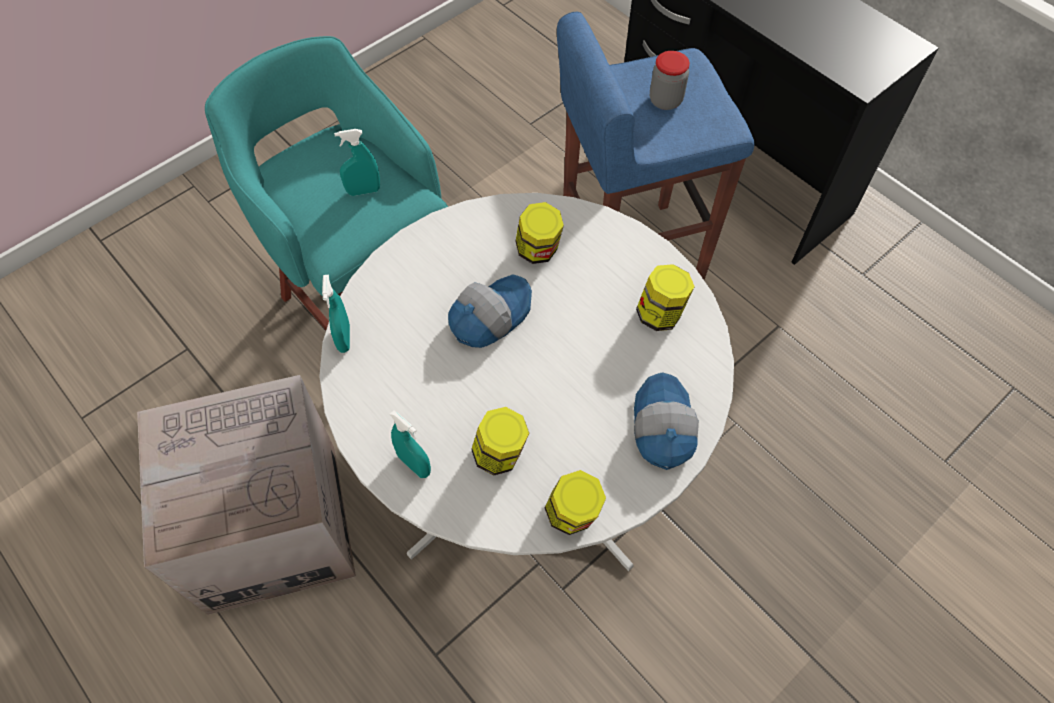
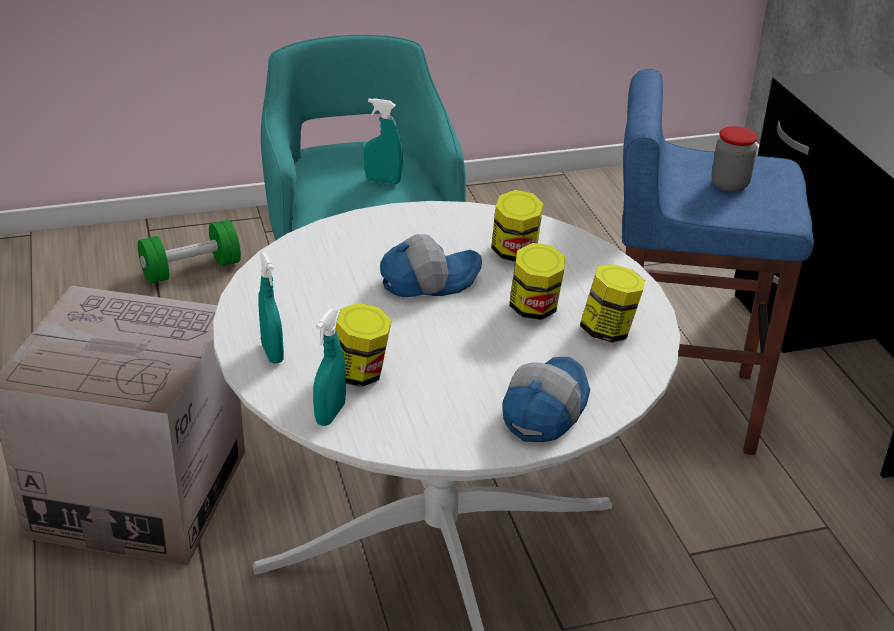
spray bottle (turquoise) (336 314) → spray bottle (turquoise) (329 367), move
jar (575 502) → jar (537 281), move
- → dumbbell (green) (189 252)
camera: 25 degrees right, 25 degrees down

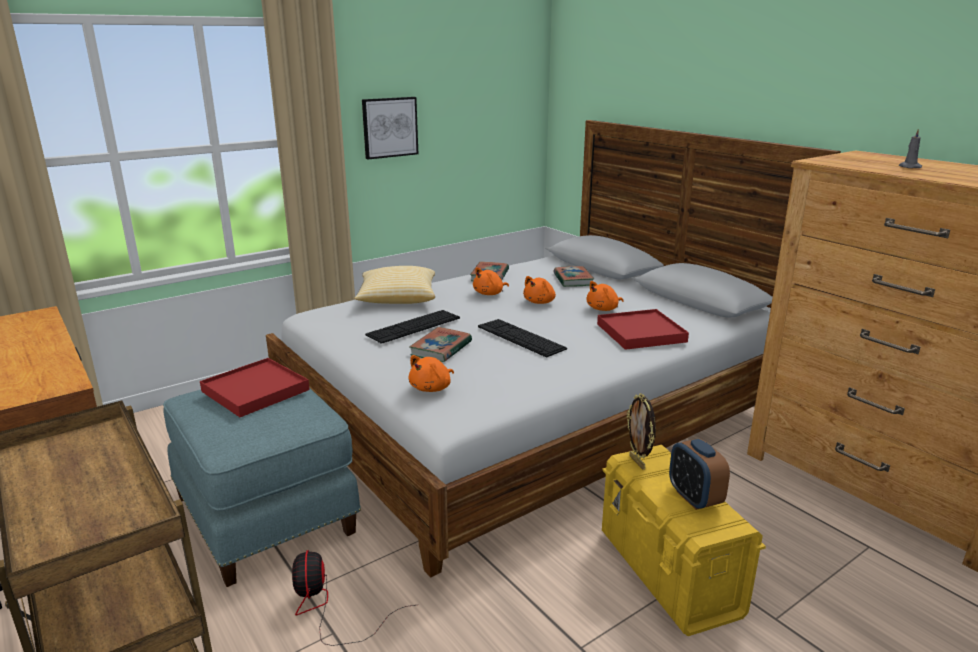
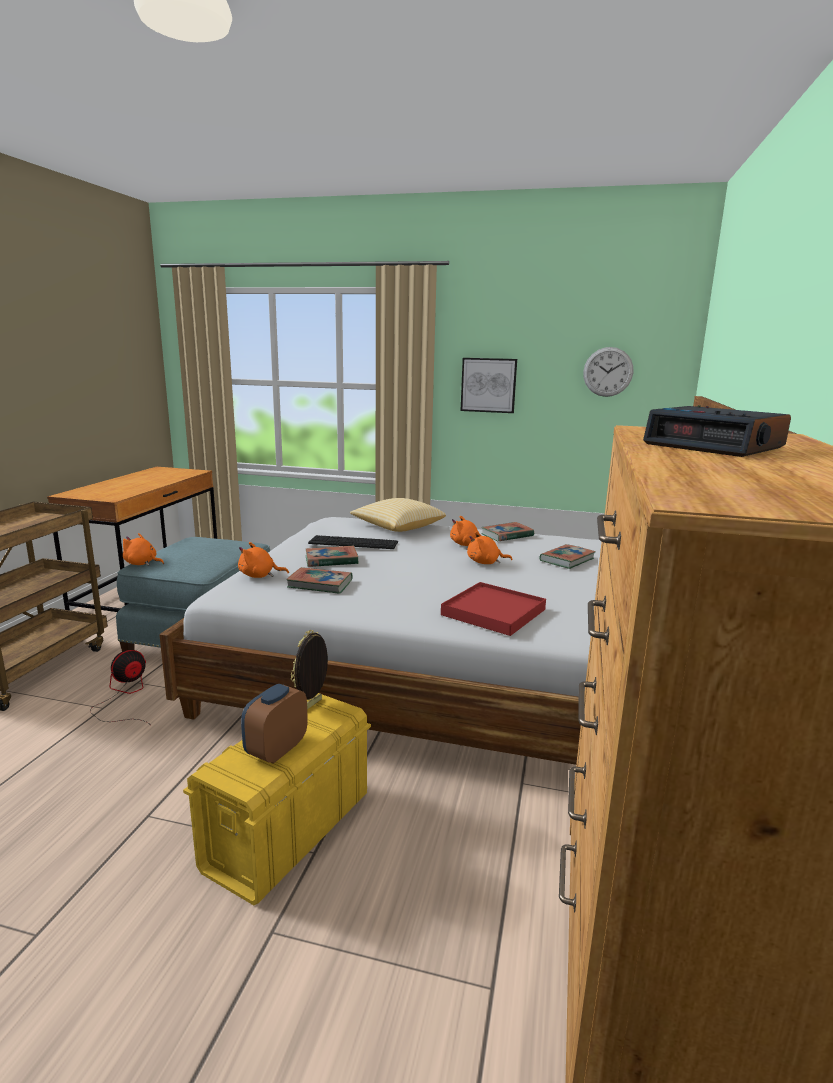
candle (grey) (910 148) → alarm clock (717 431)
plush toy (orange) (605 296) → plush toy (orange) (143 549), move
keyboard (522 338) → -
tray (red) (255 387) → -
- → wall clock (608 372)
- → book (319 580)
camera: 50 degrees right, 5 degrees down

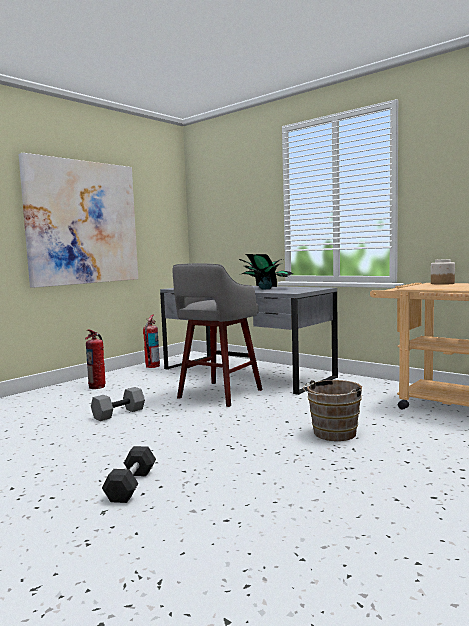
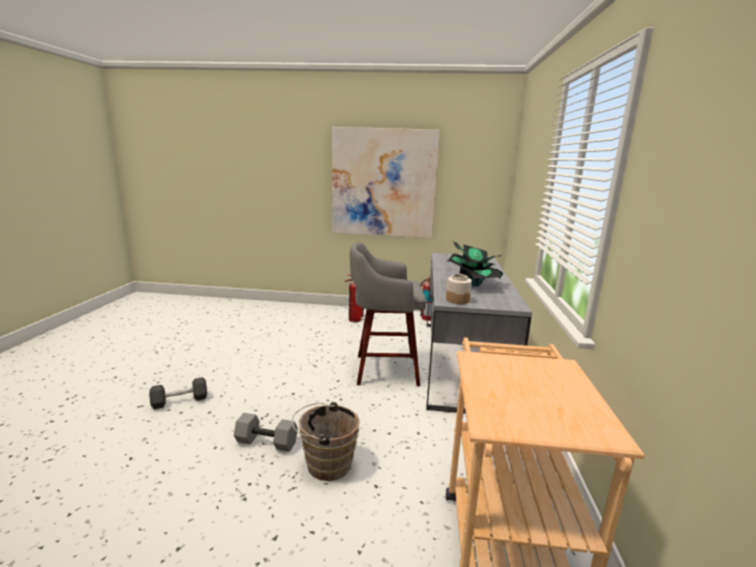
jar (443 272) → jar (459 289), move
dumbbell (grey) (118 404) → dumbbell (grey) (266 432), move
camera: 55 degrees right, 10 degrees up

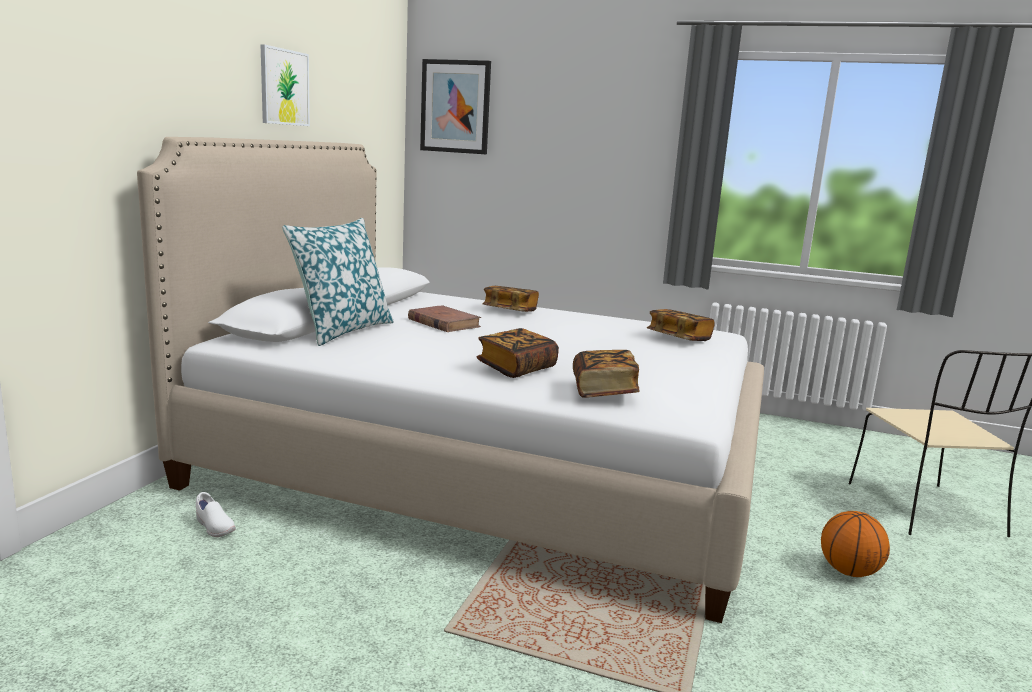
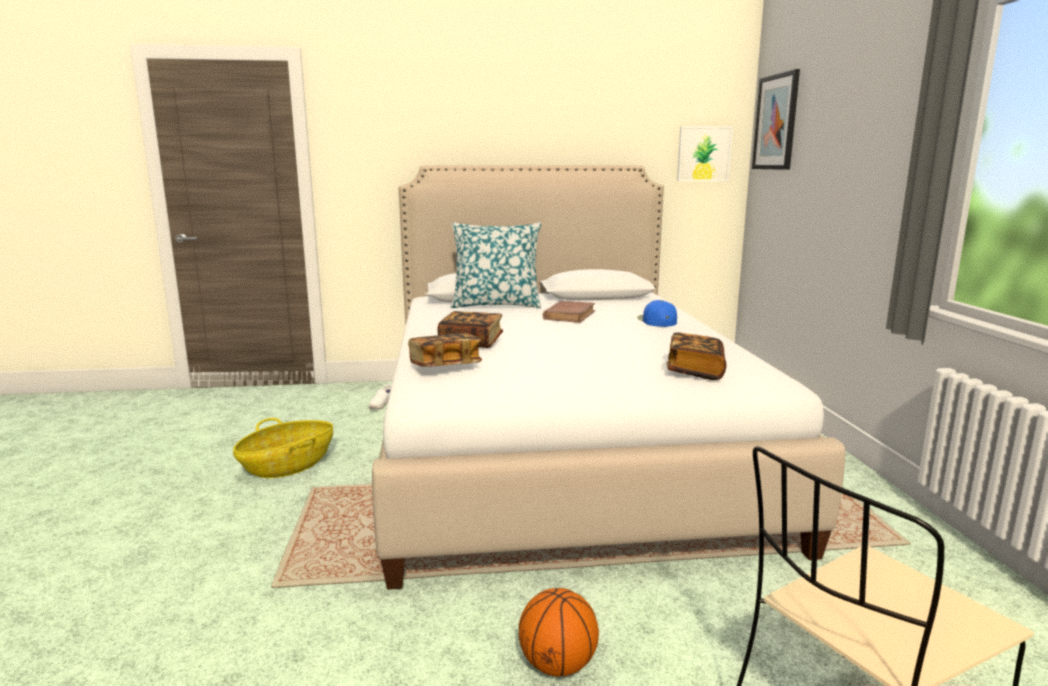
picture (285 85) → picture (705 153), move
book (510 299) → cap (blue) (657 313)
- → basket (283 448)
camera: 65 degrees right, 0 degrees up

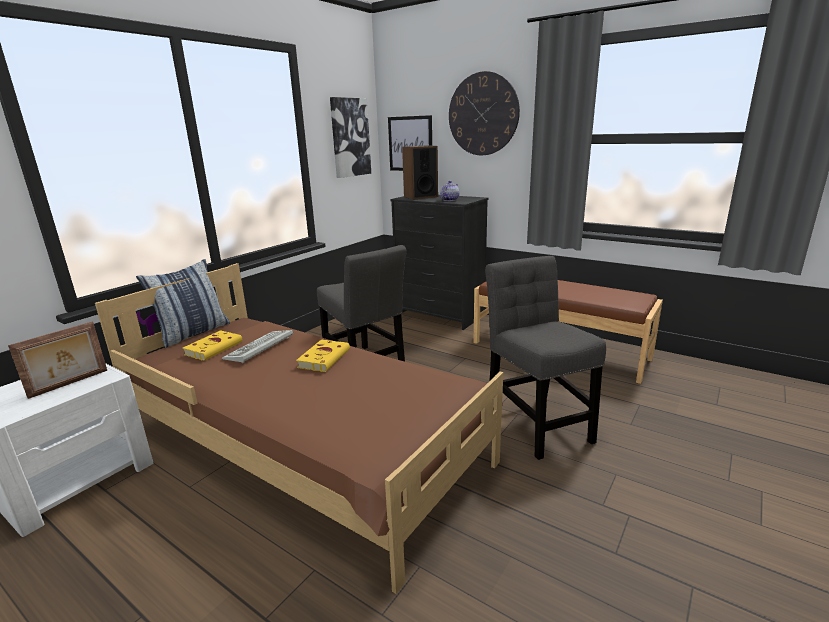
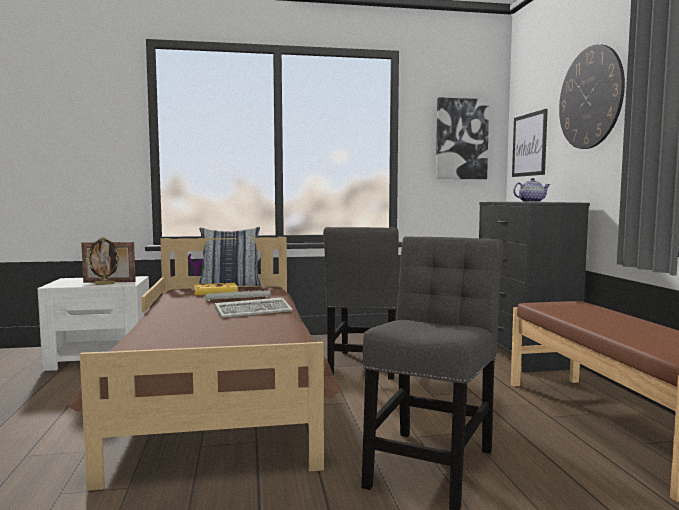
speaker (420 172) → -
book (yellow) (323 355) → keyboard (254 307)
- → picture frame (103 261)
camera: 45 degrees right, 15 degrees down

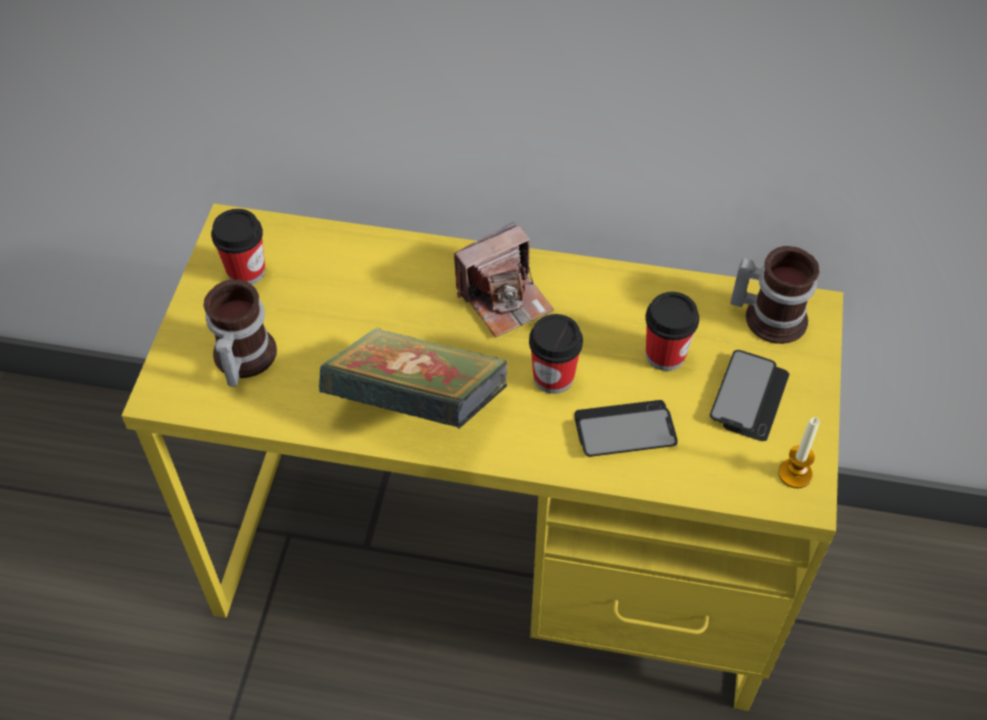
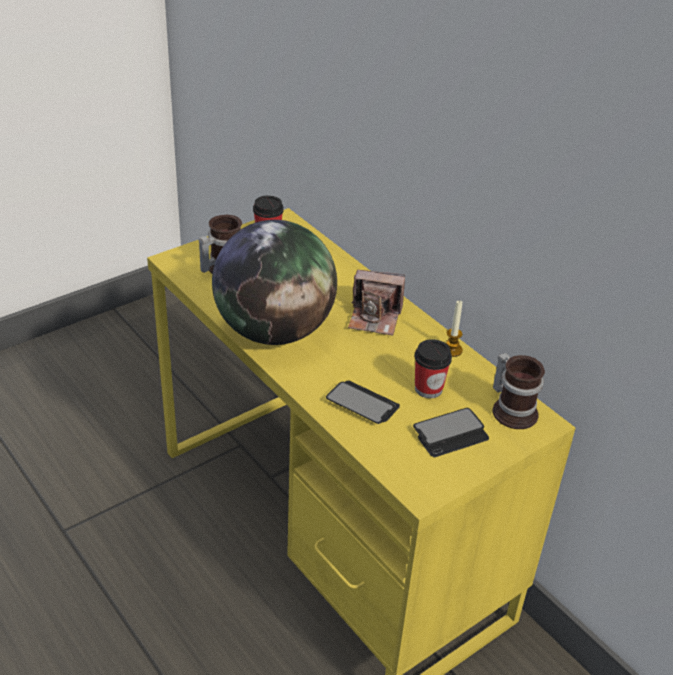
cup (556 354) → -
book (413 378) → globe (274 282)
candle (799 452) → candle (454 328), move
camera: 40 degrees right, 15 degrees down

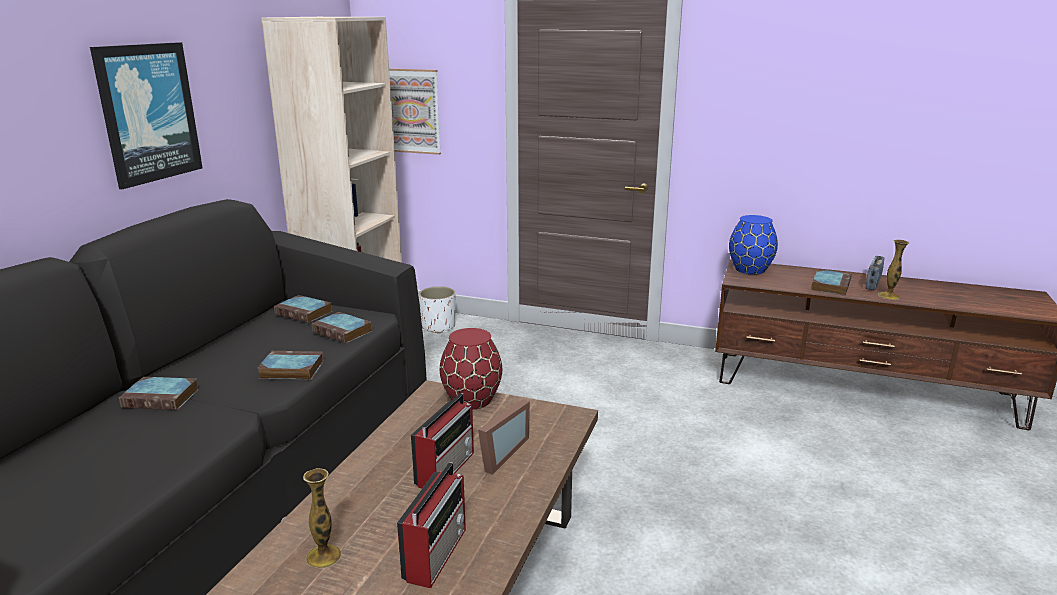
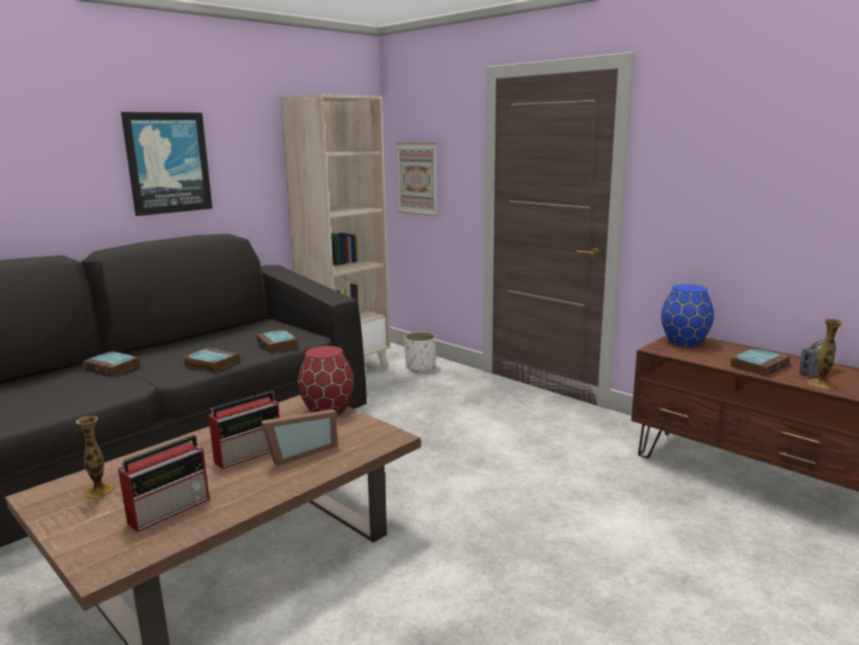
book (303 309) → -
camera: 25 degrees right, 5 degrees down

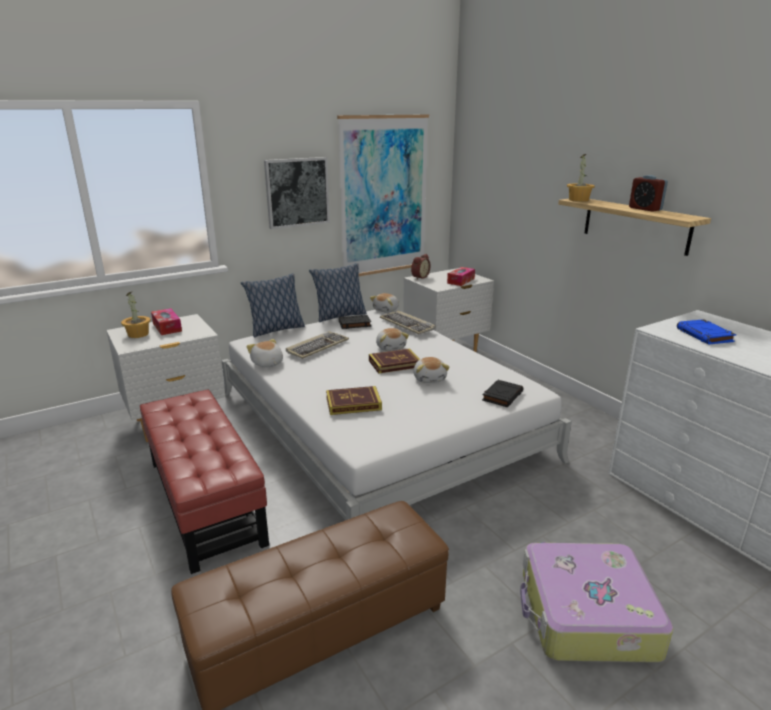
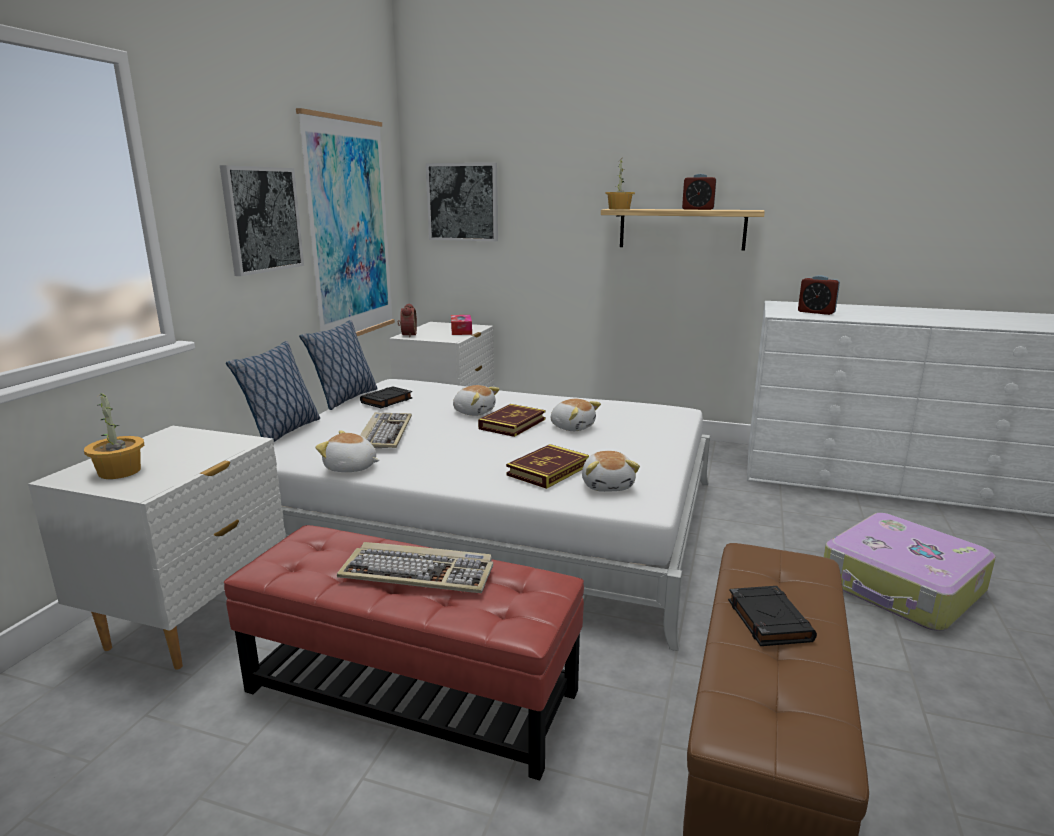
plush toy (384 303) → plush toy (611 471), move
tissue box (166 321) → -
keyboard (408 322) → keyboard (415 567), move
book (blue) (707 332) → alarm clock (819 295)
book (black) (502 393) → book (black) (772 616), move
- → picture (462 202)
camera: 40 degrees left, 5 degrees down

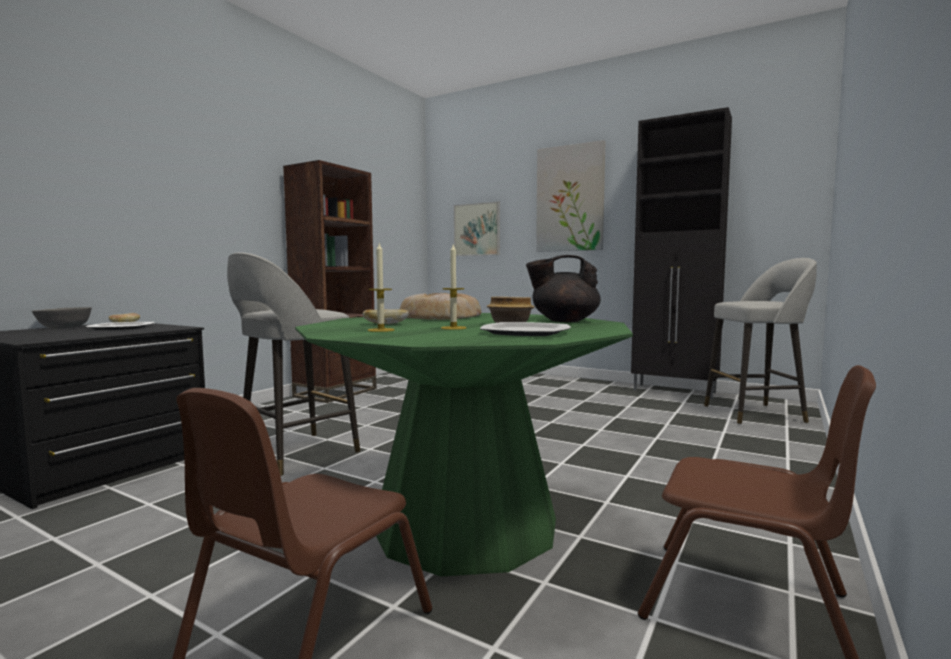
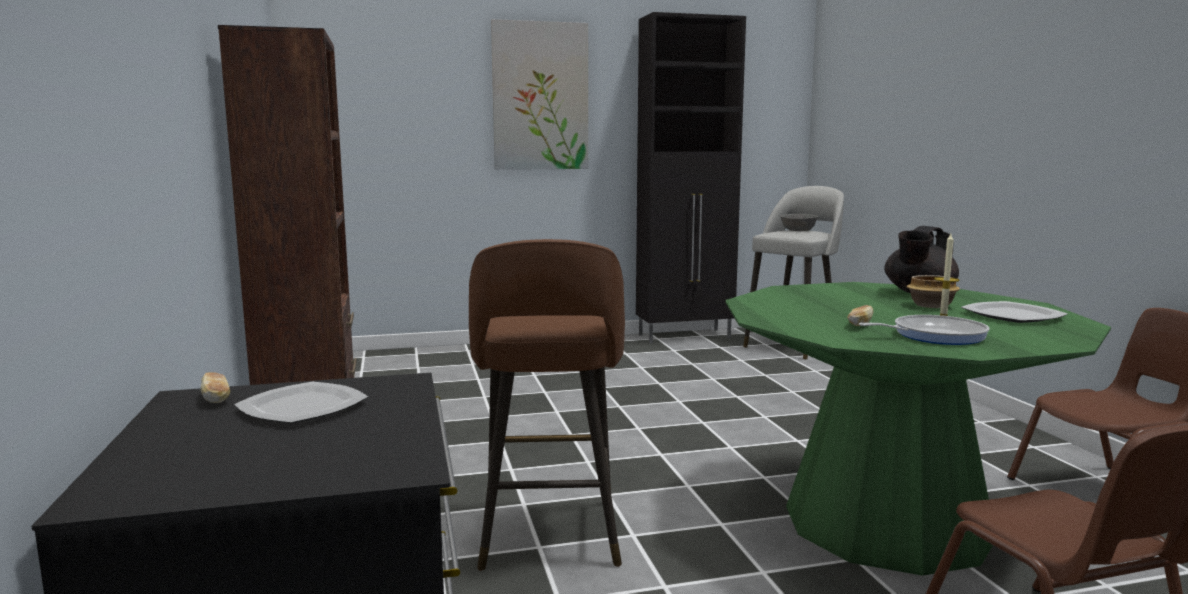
picture (477 228) → -
candle (381 287) → frying pan (924 330)
stool (grey) (293 364) → stool (brown) (547 405)
bread (440 306) → -
bowl (grey) (62 318) → bowl (grey) (799 222), move
camera: 45 degrees left, 5 degrees up

